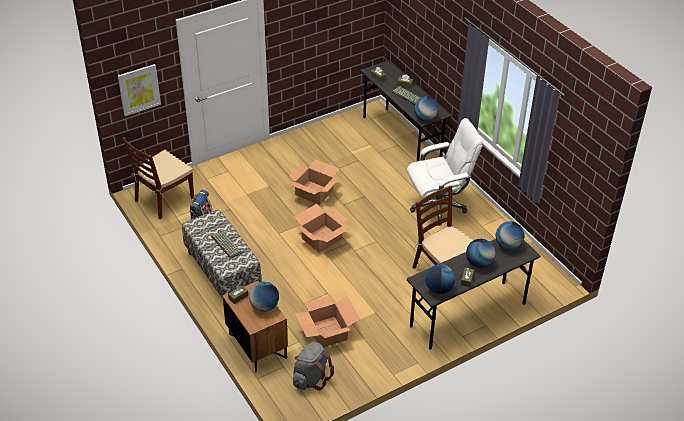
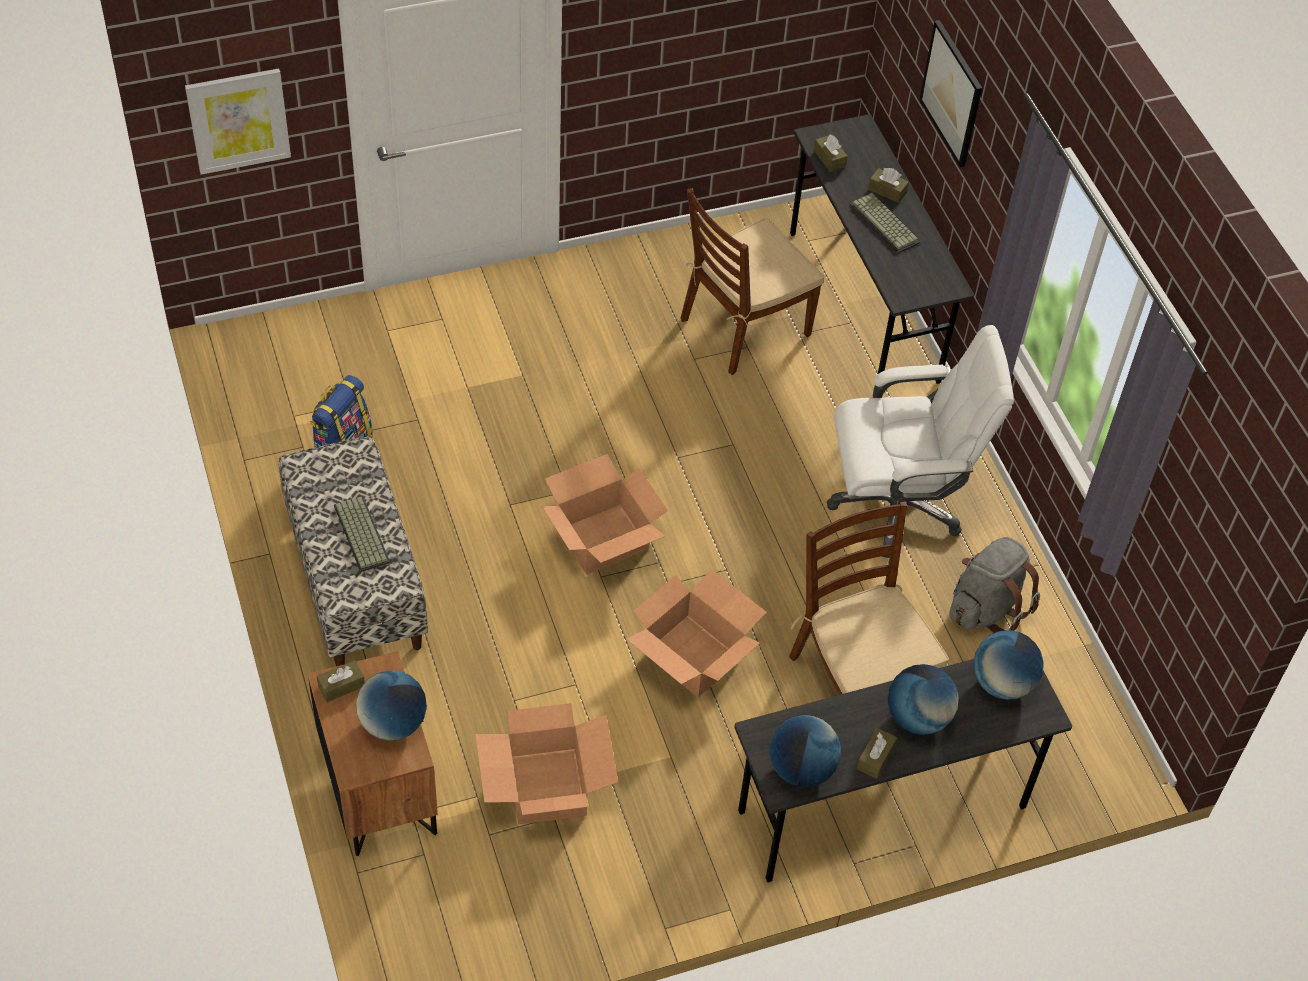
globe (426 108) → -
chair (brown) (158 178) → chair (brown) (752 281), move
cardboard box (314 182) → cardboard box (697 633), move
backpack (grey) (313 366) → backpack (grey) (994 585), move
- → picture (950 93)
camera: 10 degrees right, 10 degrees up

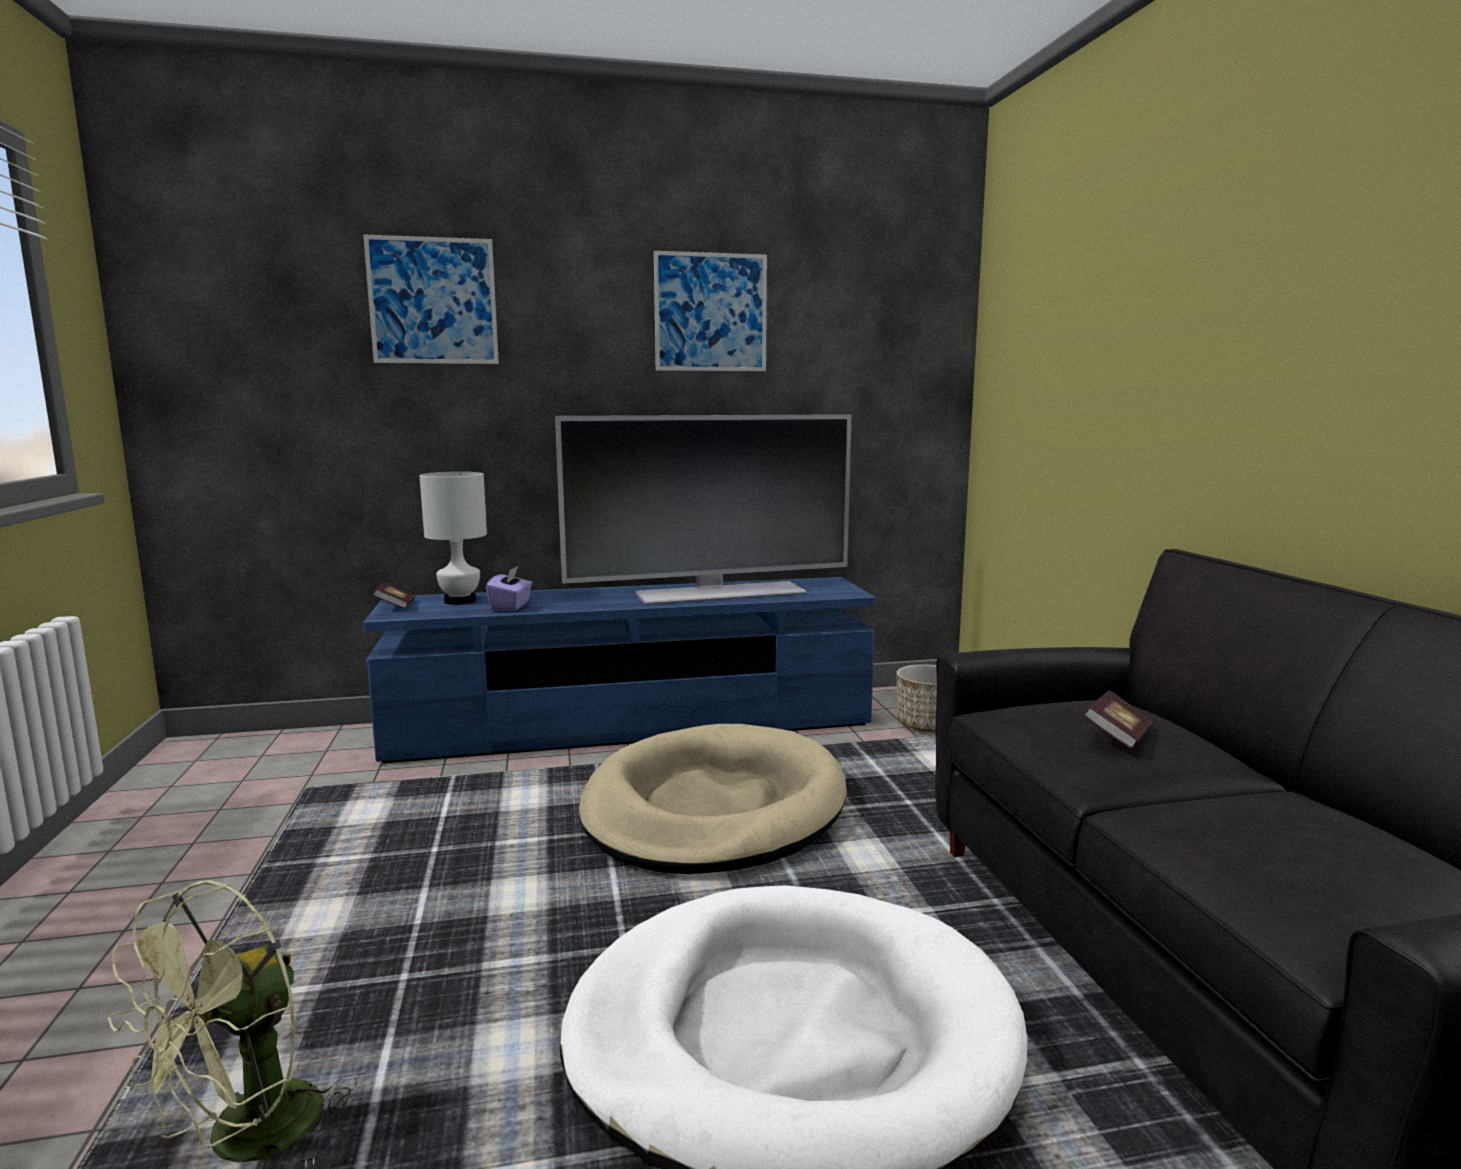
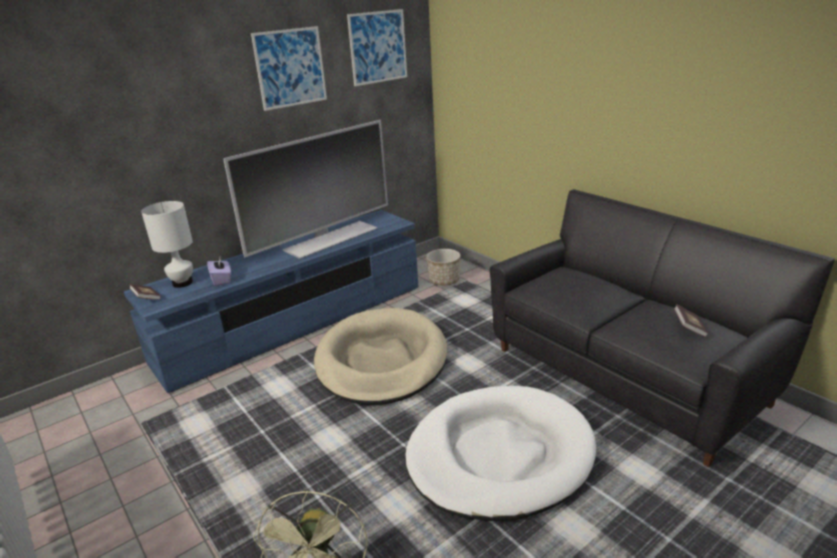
picture (431 299) → picture (377 47), move
book (1118 719) → book (691 320), move
camera: 25 degrees left, 15 degrees up

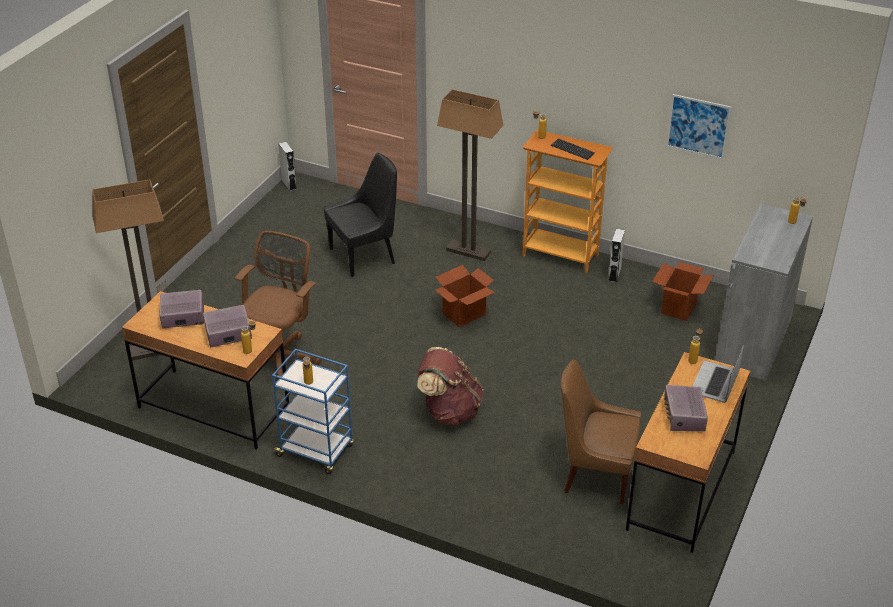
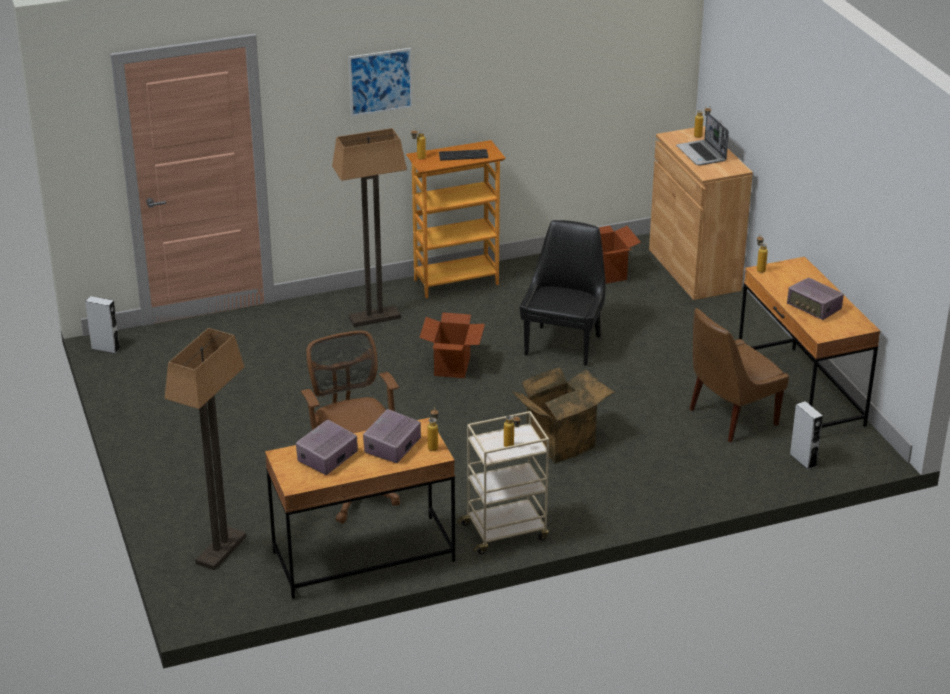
picture (699 127) → picture (380 82), move
chair (black) (360 215) → chair (black) (563 293), move
cabinet (grey) (764 292) → cabinet (brown) (701 213)
speaker (grey) (616 255) → speaker (grey) (806 435), move
laptop (718 373) → laptop (702 138), move
backpack (brown) (450 386) → cardboard box (563 415)
cart (blue) (313 411) → cart (beige) (503 483)
camera: 45 degrees left, 5 degrees down

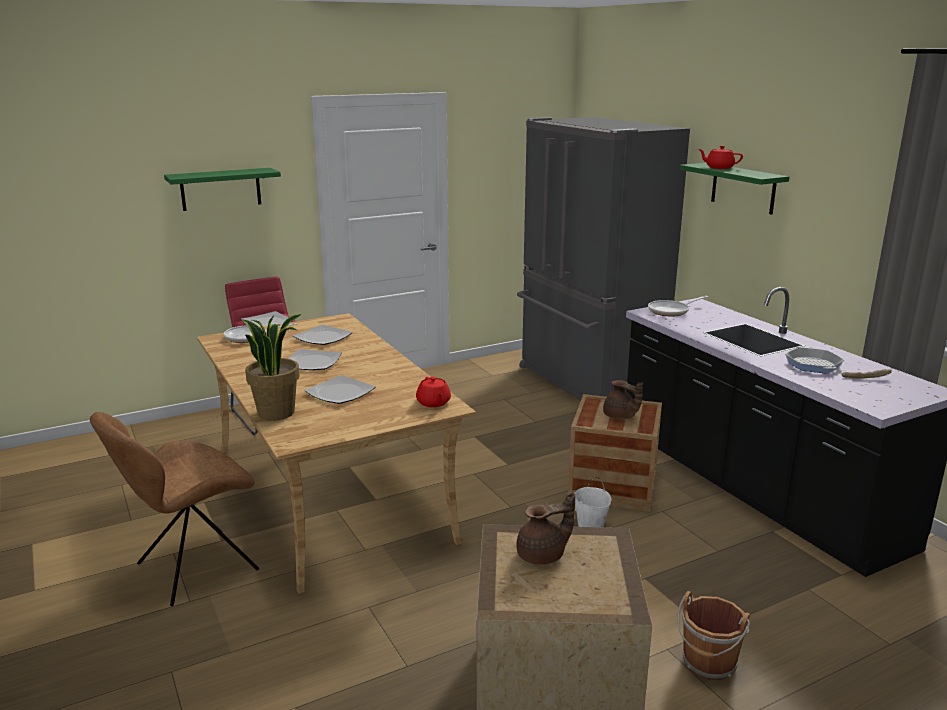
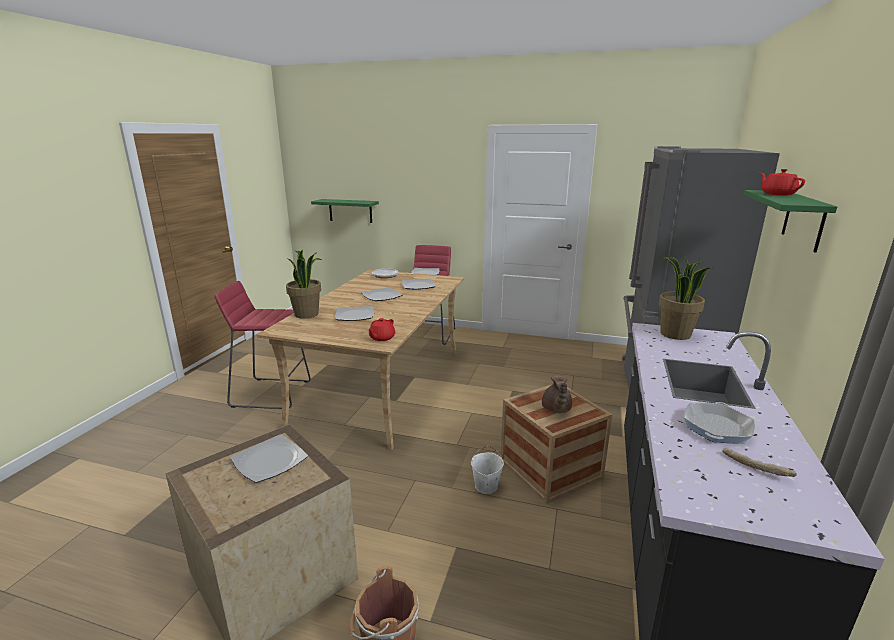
shelf (green) (222 189) → shelf (green) (345 211), move
frying pan (678 306) → potted plant (685 297)
chair (brown) (174 509) → stool (red) (263 345)
teapot (brown) (545 528) → plate (269 458)
camera: 45 degrees right, 0 degrees up

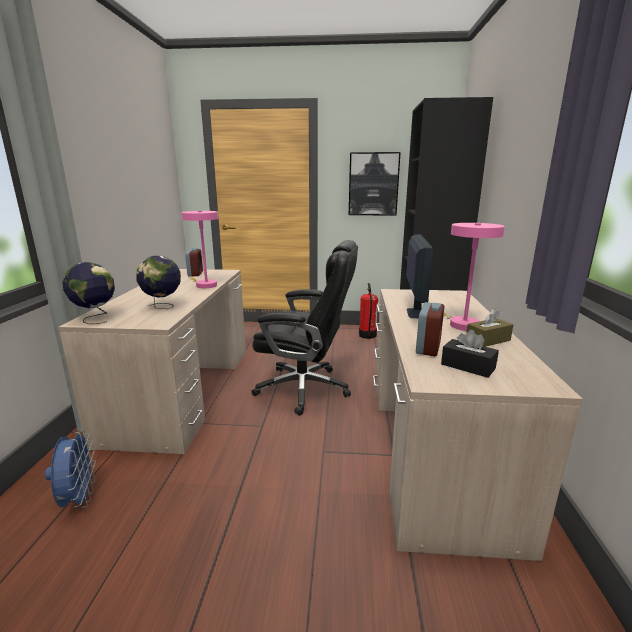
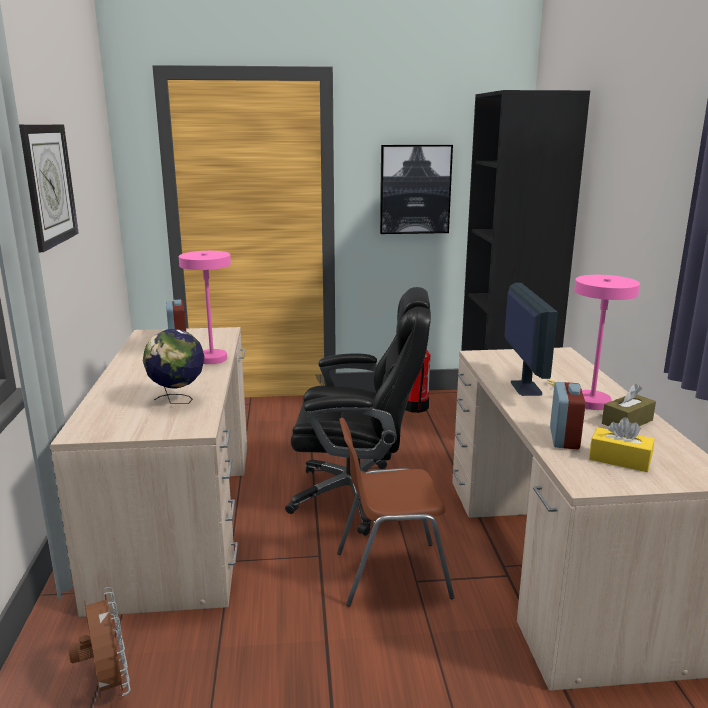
globe (88 293) → -
tissue box (black) (470 354) → tissue box (yellow) (621 444)
fan (blue) (70 468) → fan (brown) (99 642)
- → wall clock (49 188)
- → chair (brown) (395 512)
camera: 10 degrees left, 0 degrees up

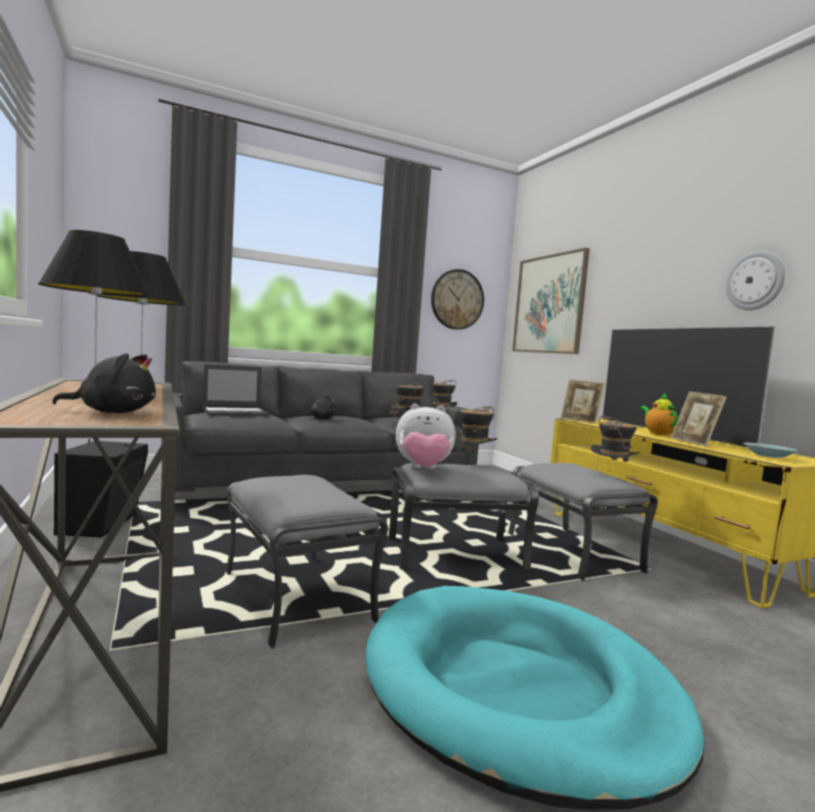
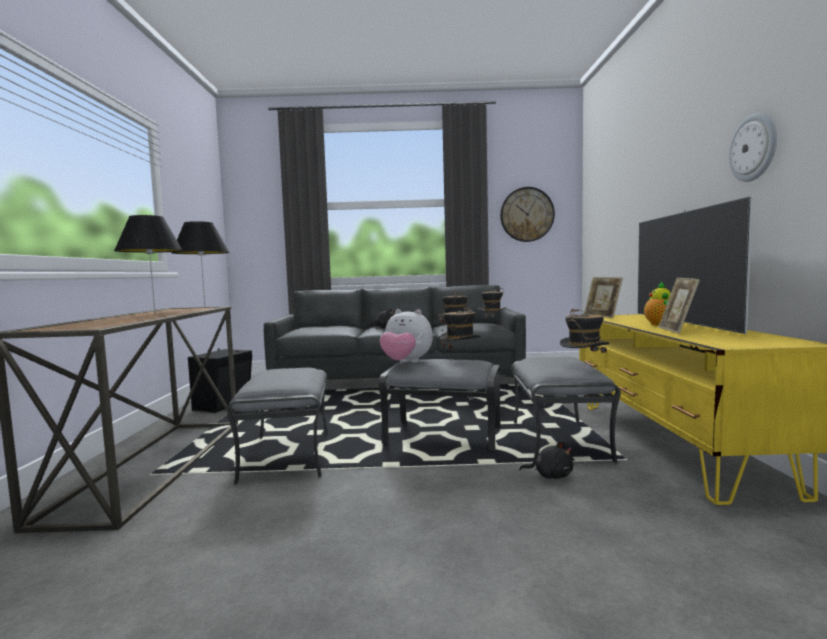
picture (551 301) → -
plush toy (black) (104 383) → plush toy (black) (546 460), move
laptop (236 390) → -
bowl (turquoise) (770 450) → -
dog bed (turquoise) (535 698) → -
camera: 25 degrees right, 0 degrees up

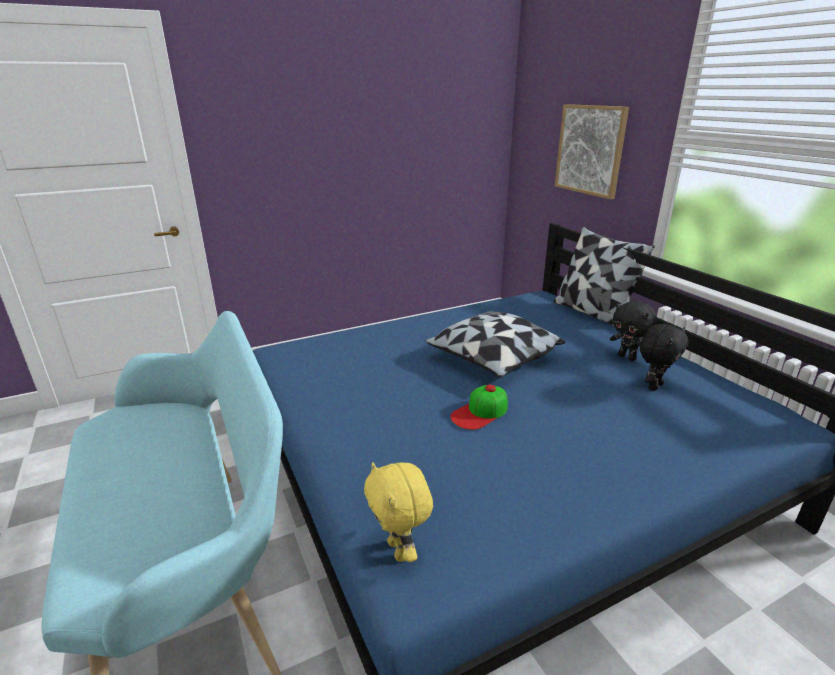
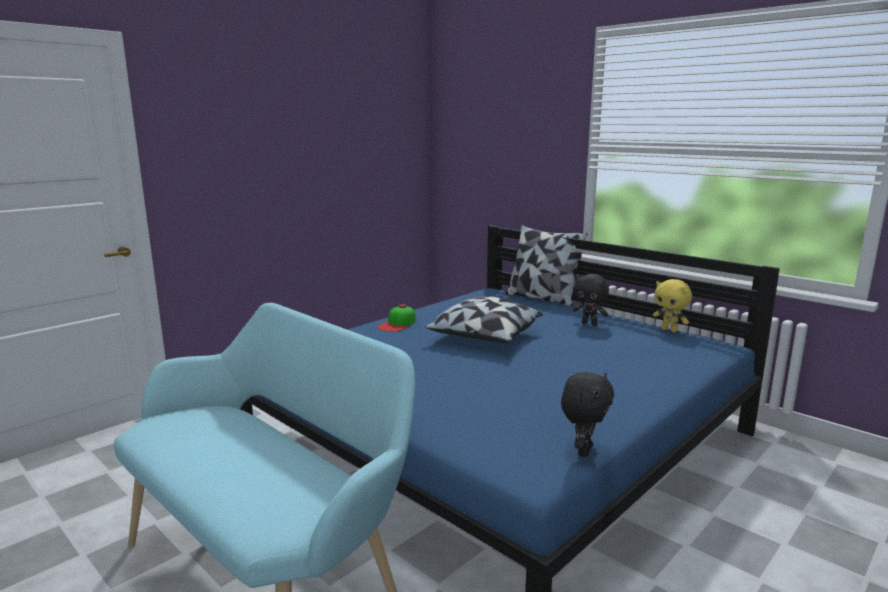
picture (592 151) → -
plush toy (black) (664 357) → plush toy (black) (587 414), move
cap (479 407) → cap (397 318), move
plush toy (yellow) (398 512) → plush toy (yellow) (672 306), move
camera: 20 degrees left, 10 degrees down

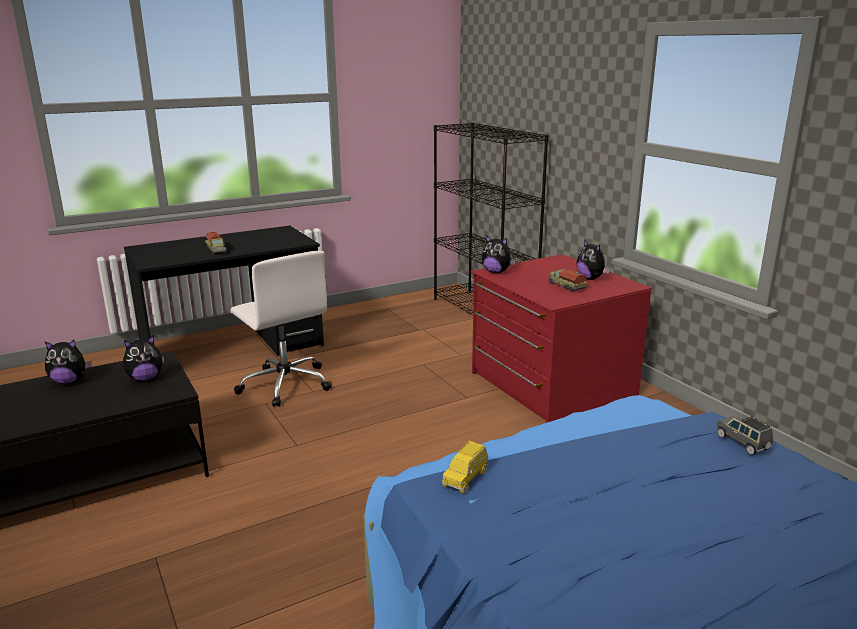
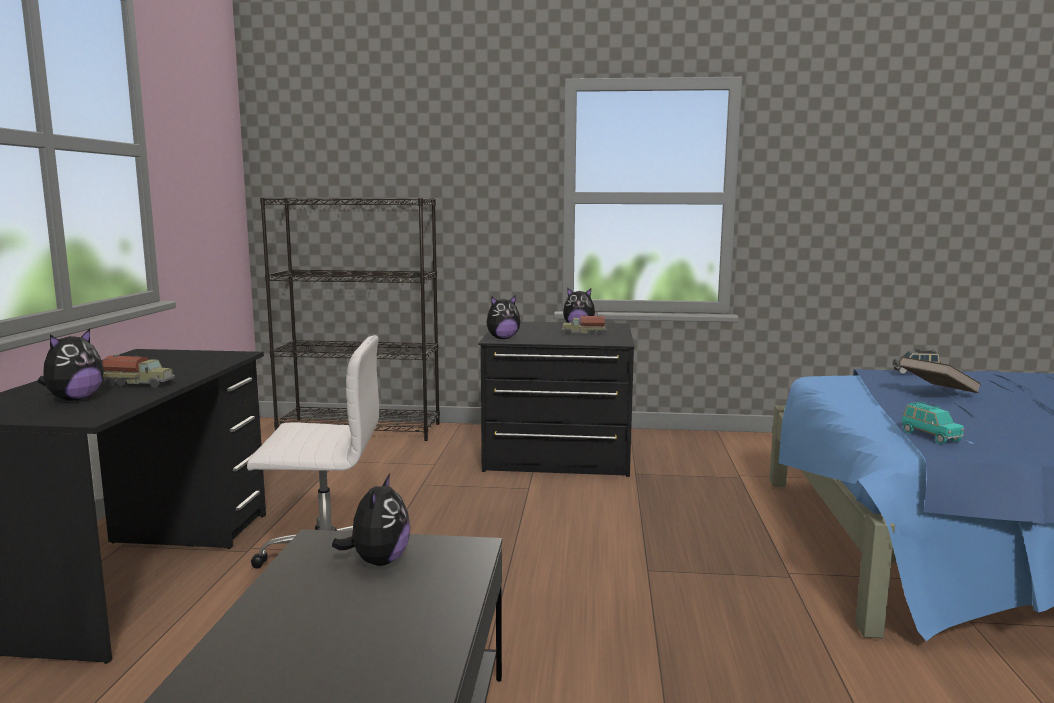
dresser (red) (561 338) → dresser (black) (556 399)
plush toy (68 362) → plush toy (71 365), move
toy car (yellow) (465 467) → toy car (turquoise) (933 423)
- → book (brown) (940 375)
camera: 55 degrees left, 10 degrees down

